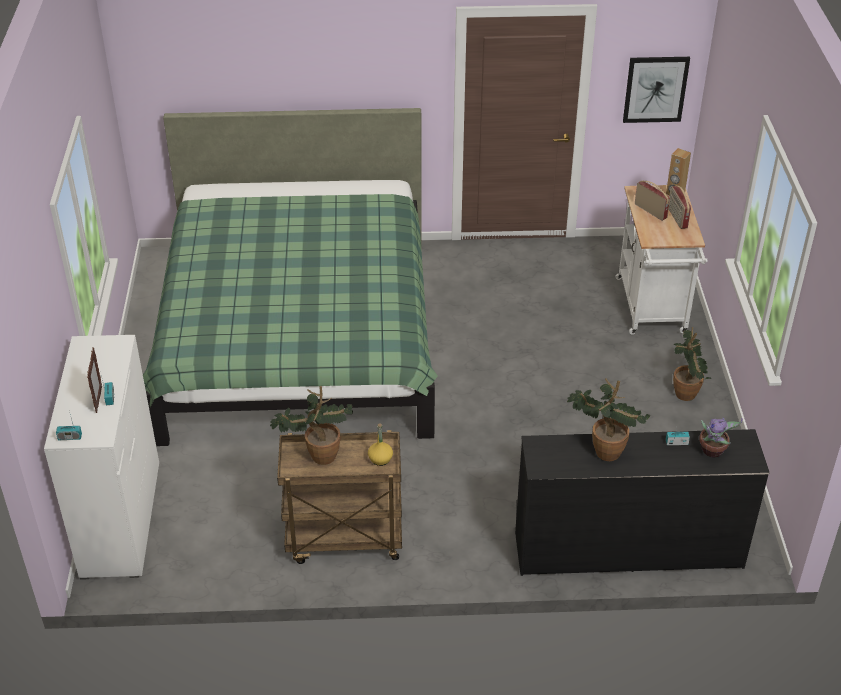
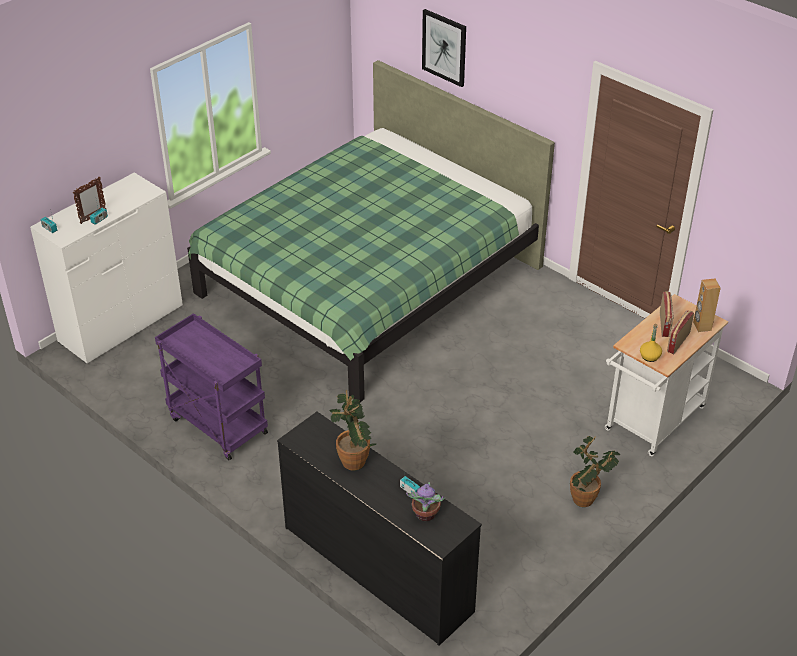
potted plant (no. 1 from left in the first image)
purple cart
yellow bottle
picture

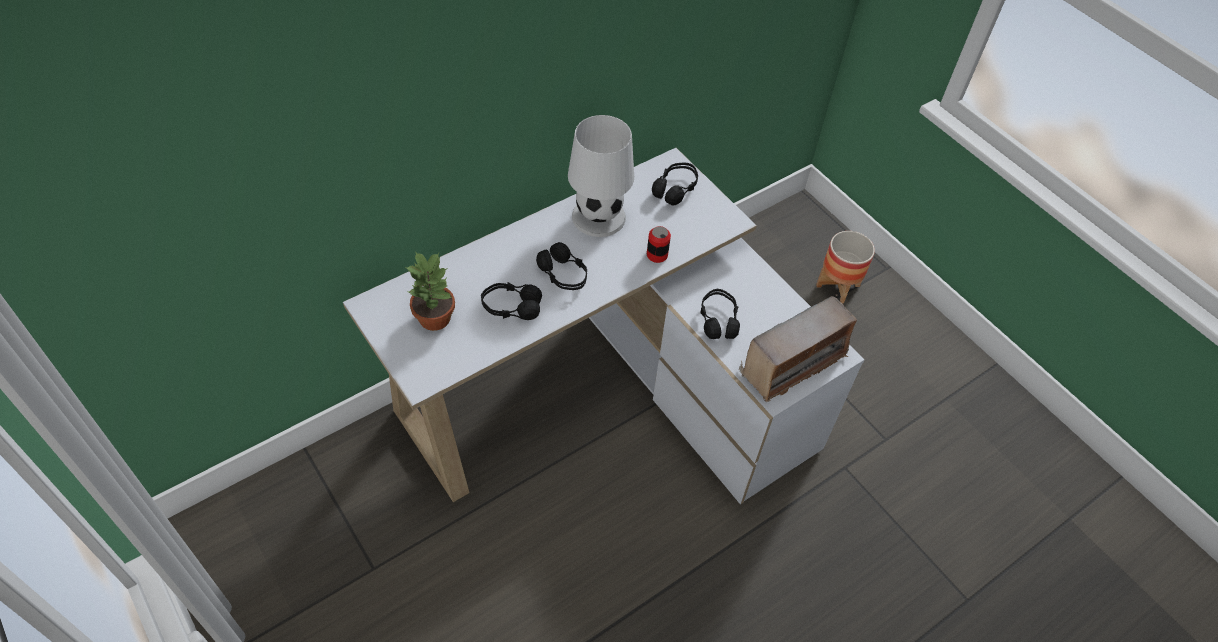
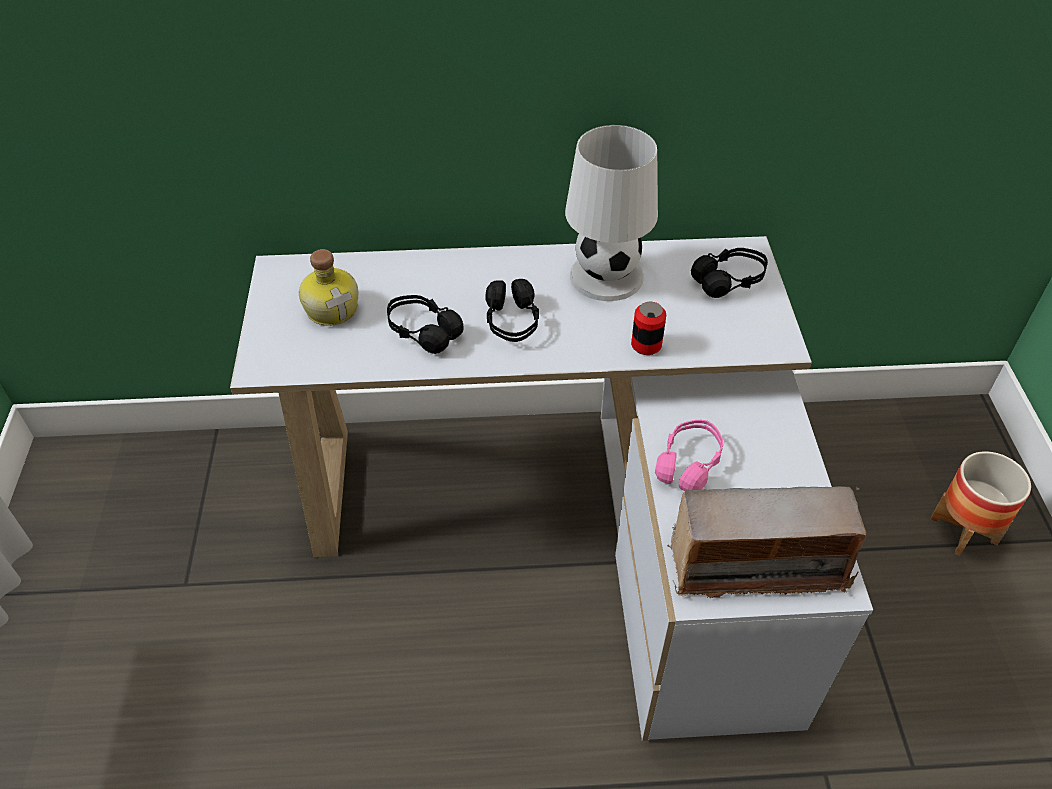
bottle
pink headphones

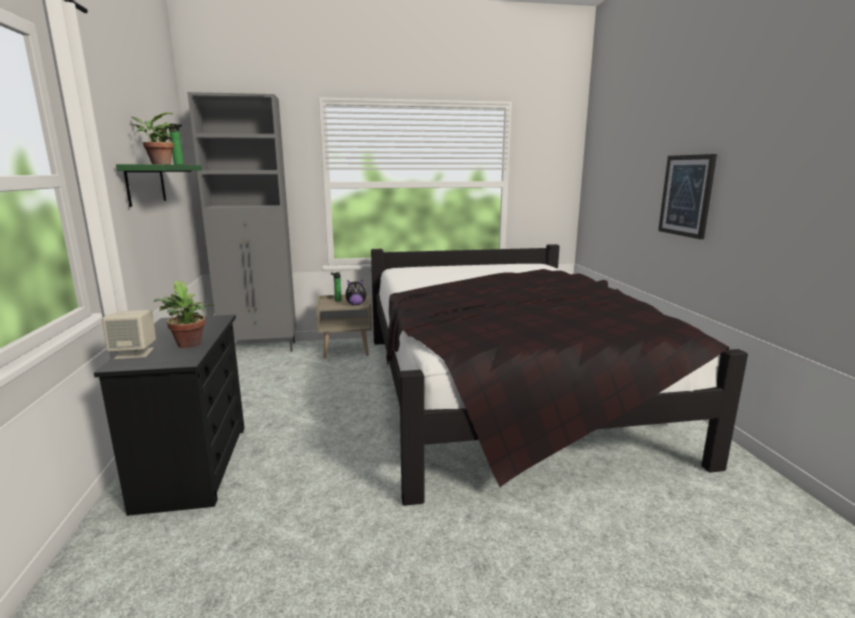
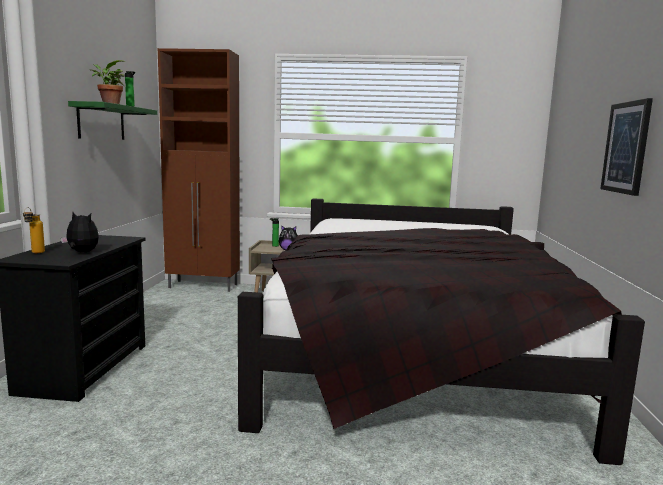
bottle (no. 1 from left)
plush toy (no. 1 from left)
brown cabinet

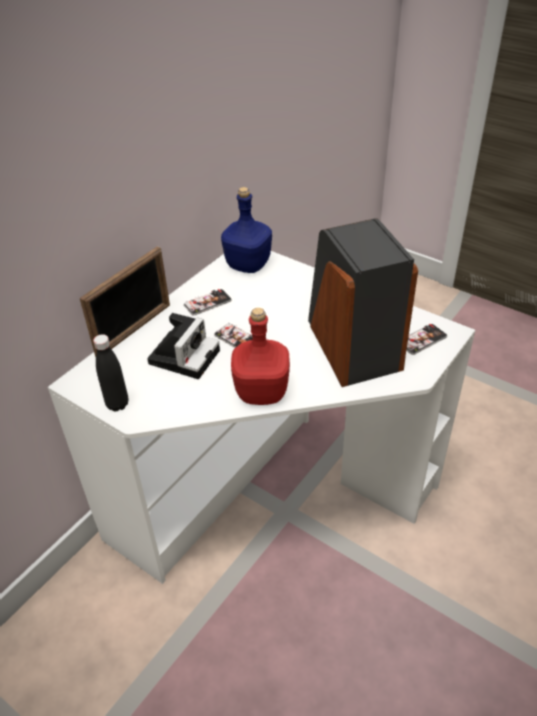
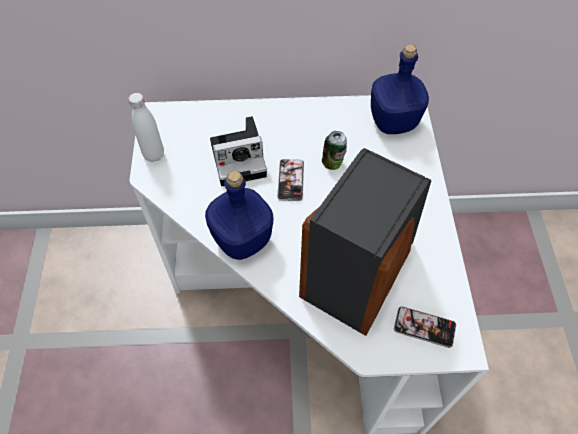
picture frame
white bottle
phone (no. 1 from left in the first image)
blue bottle (no. 1 from left)
can

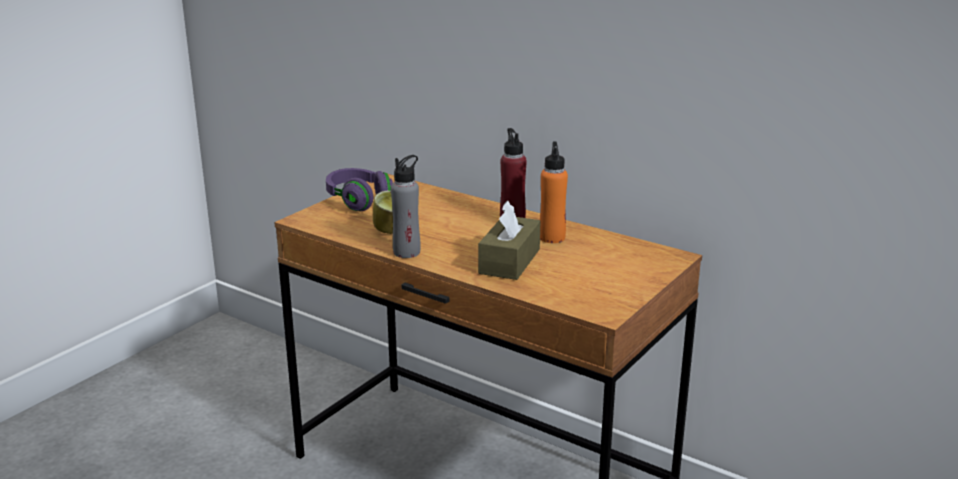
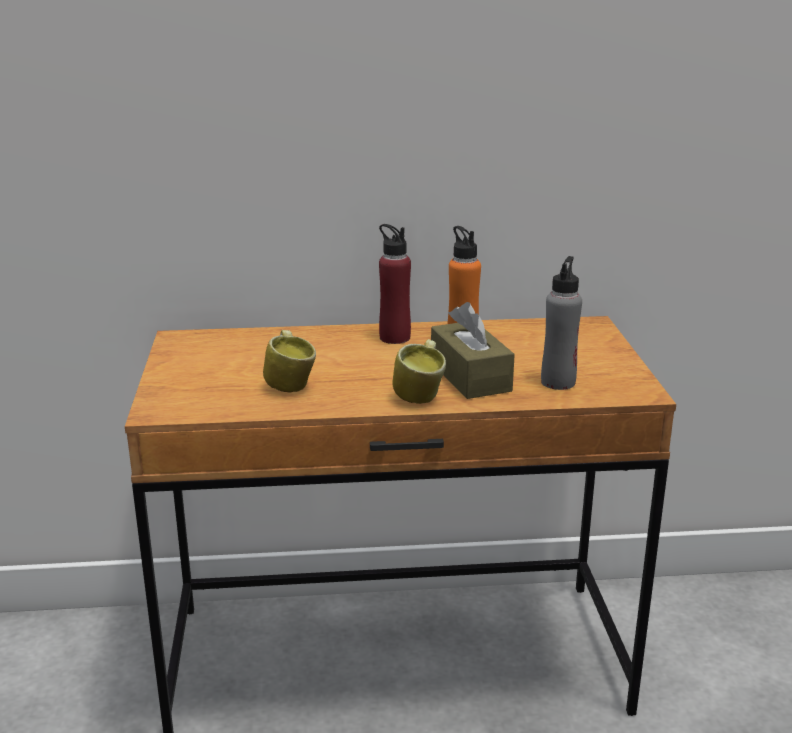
purple headphones
grey bottle
mug (no. 2 from left)

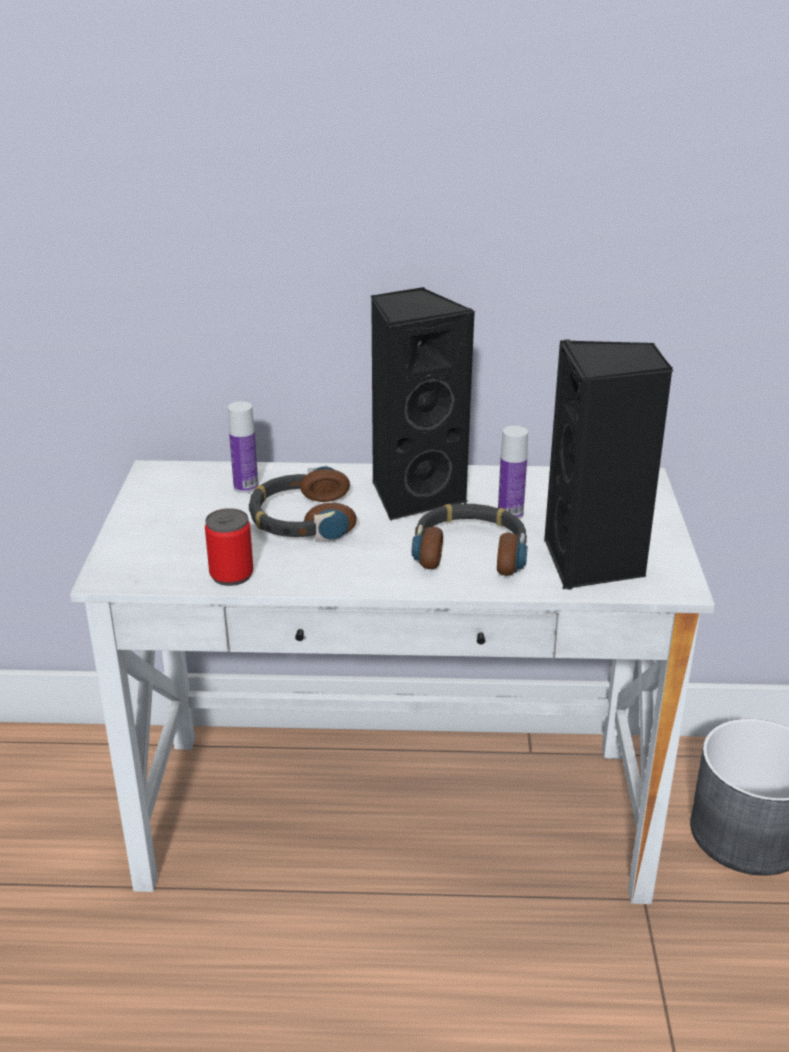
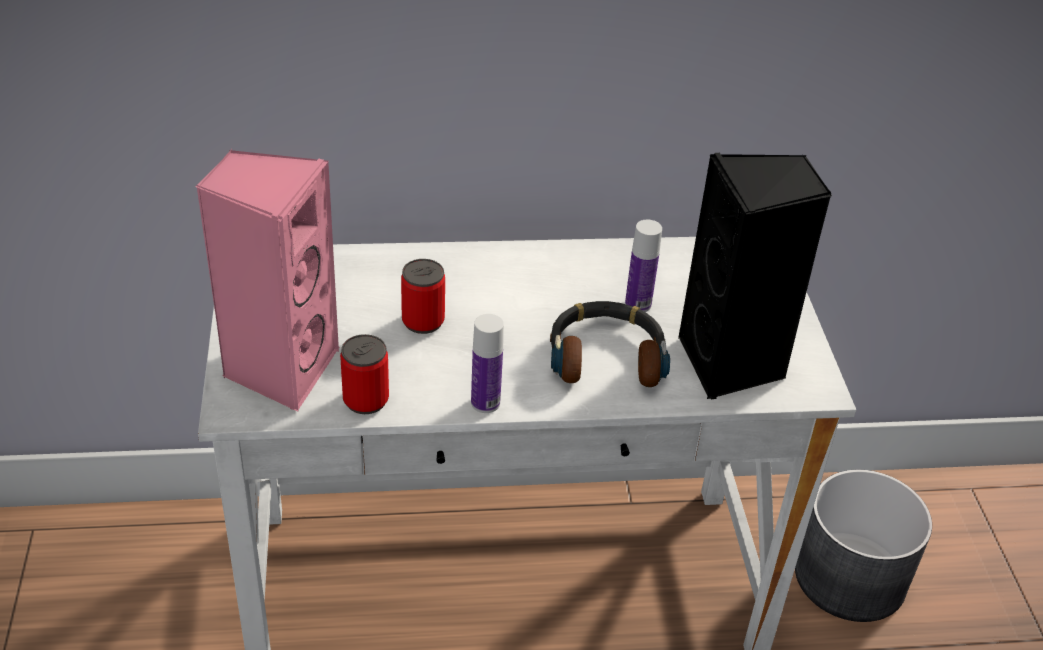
bottle (no. 1 from left)
can (no. 2 from left)
black speaker (no. 1 from left in the first image)
pink speaker

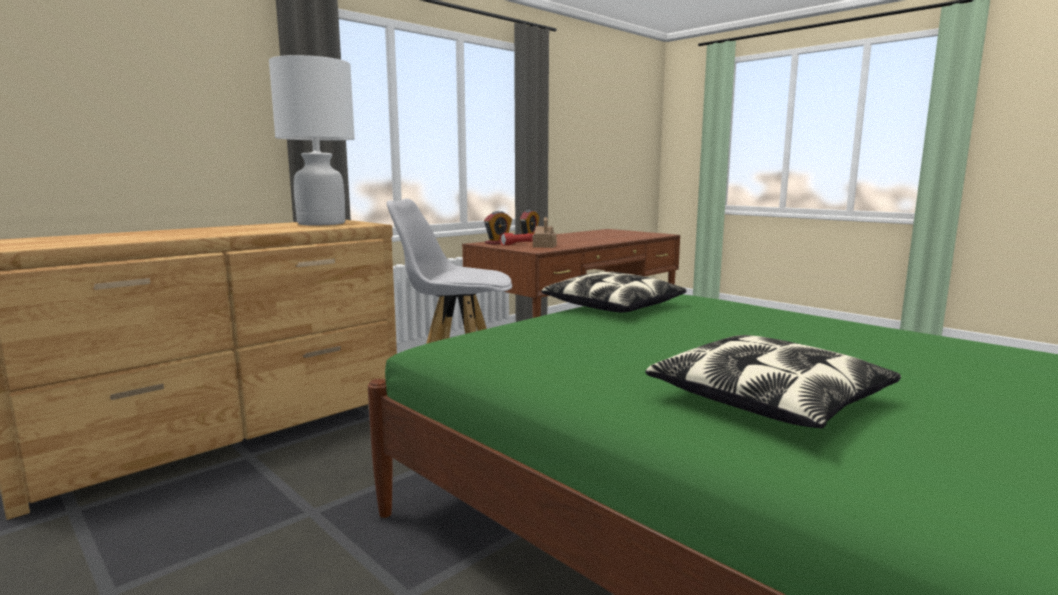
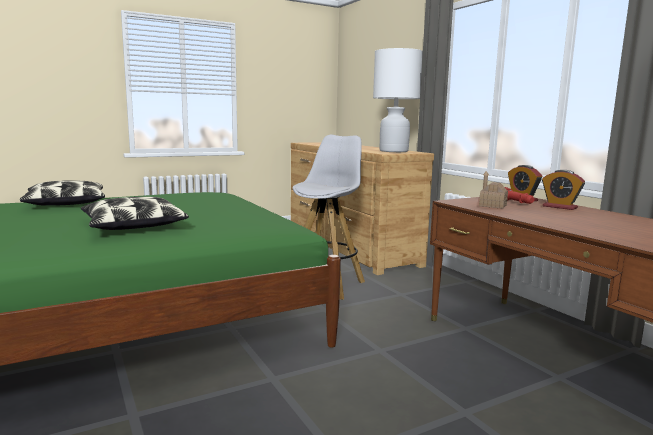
pillow (no. 2 from left)

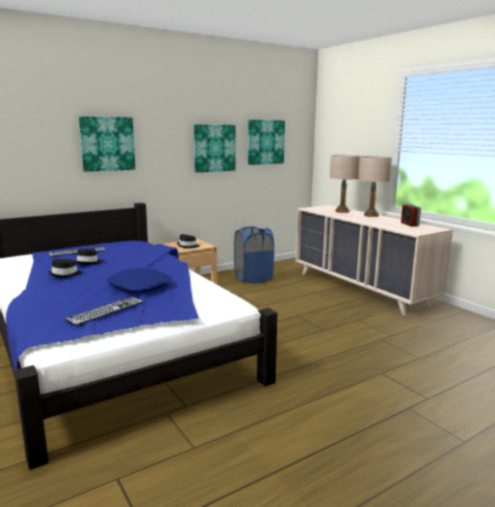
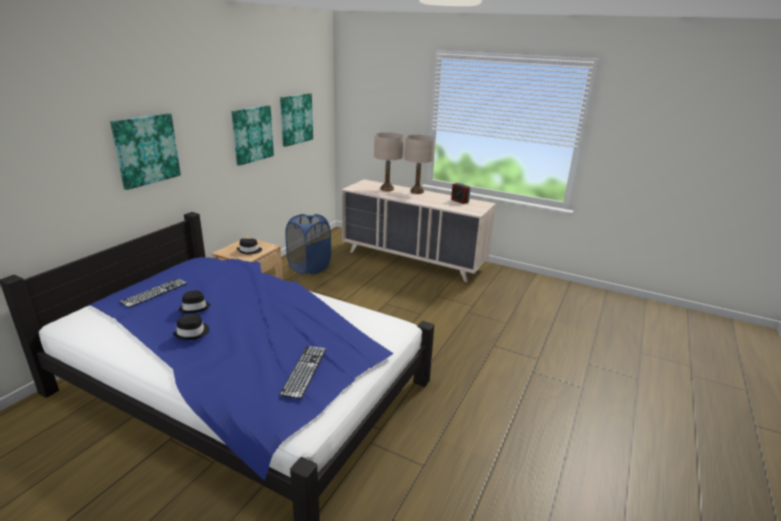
blue pillow

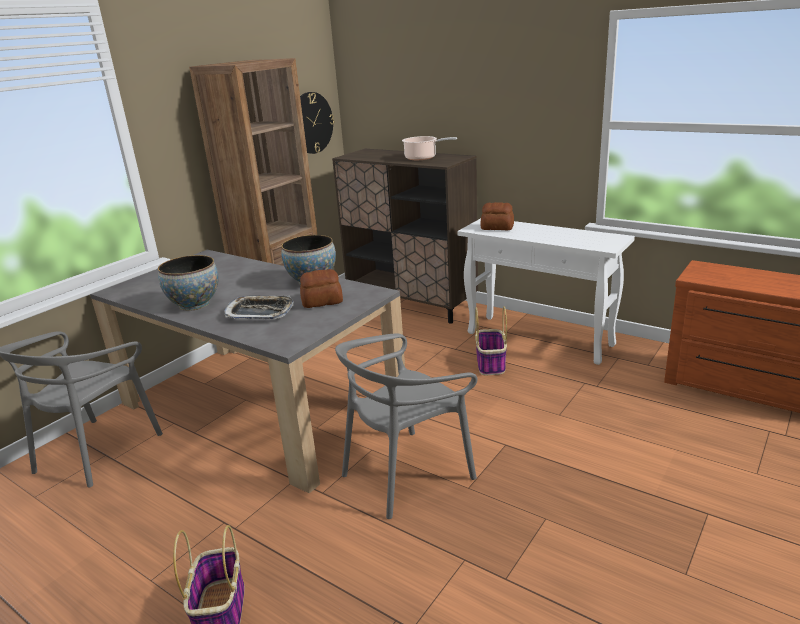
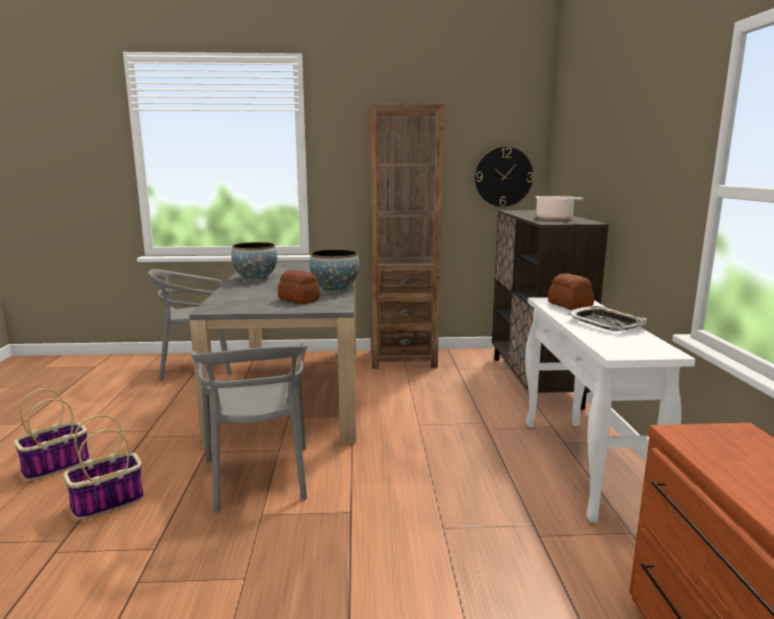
tray
grey chair (no. 2 from left)
basket (no. 2 from left)

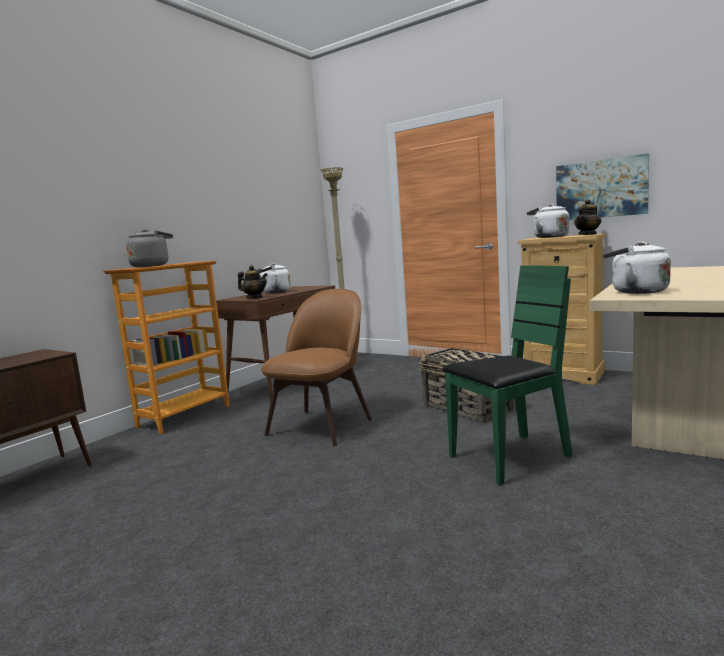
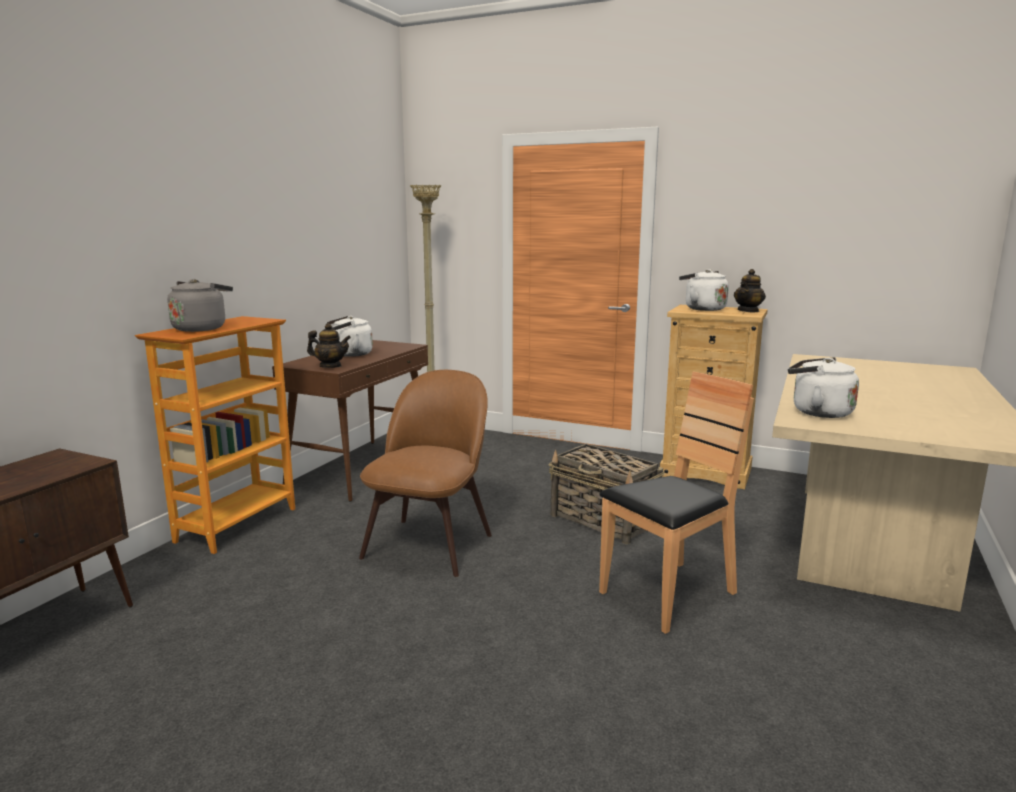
brown chair (no. 2 from left)
picture

